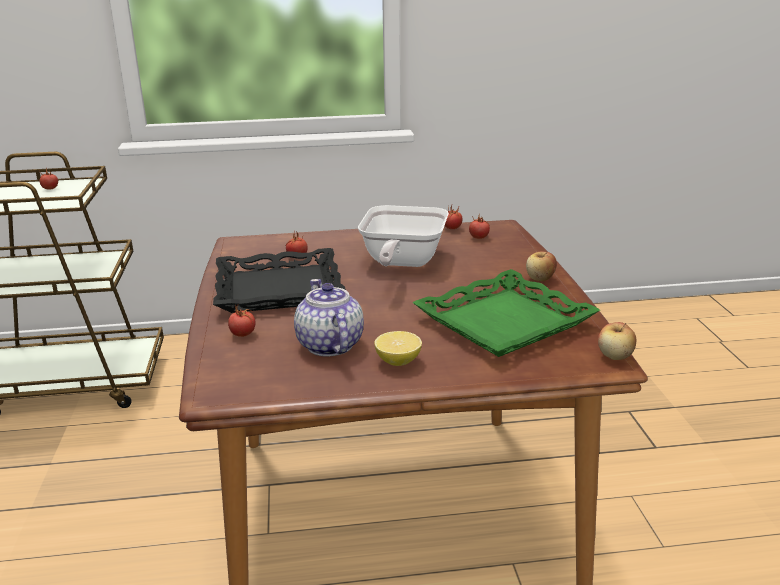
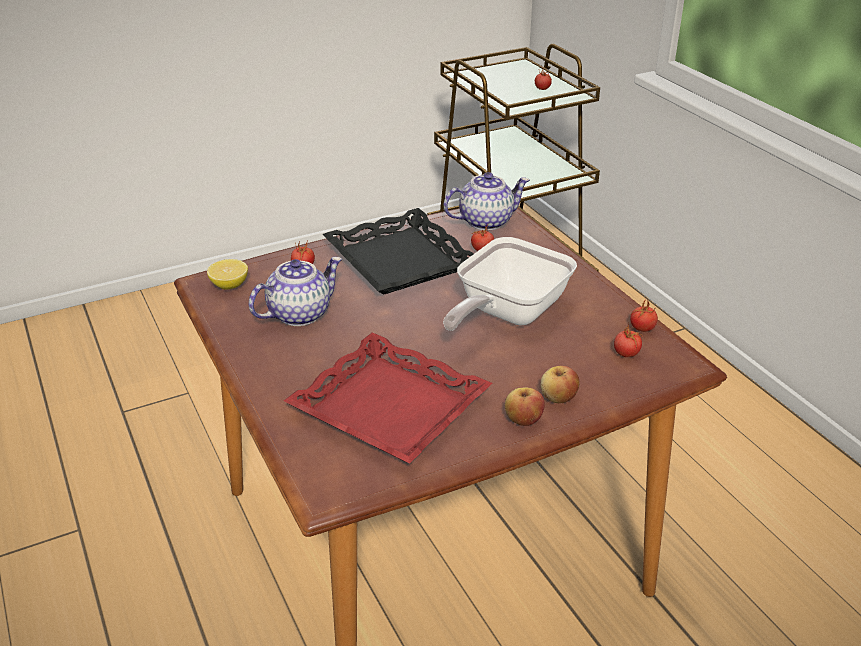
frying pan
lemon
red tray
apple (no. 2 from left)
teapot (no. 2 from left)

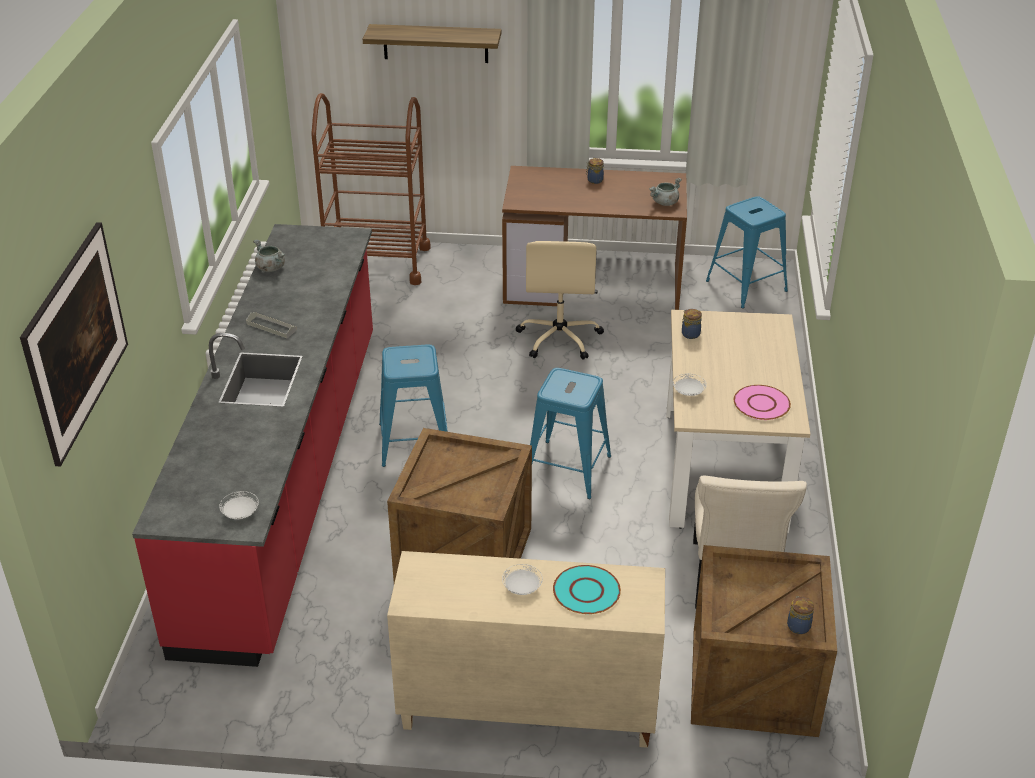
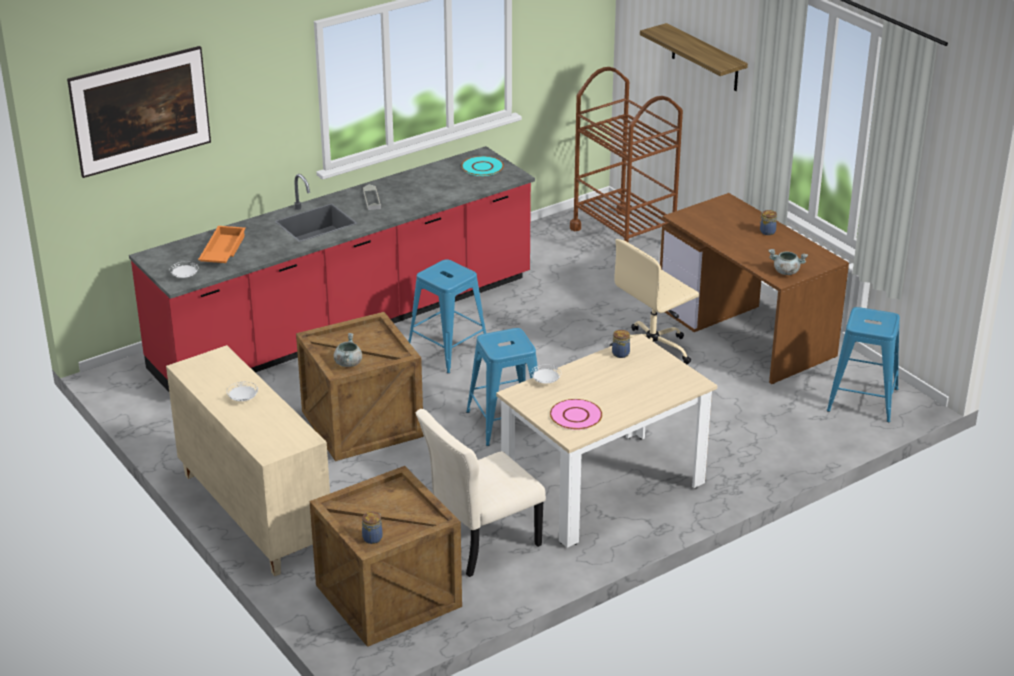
grey cooking pot (no. 1 from left)
turquoise plate
orange tray

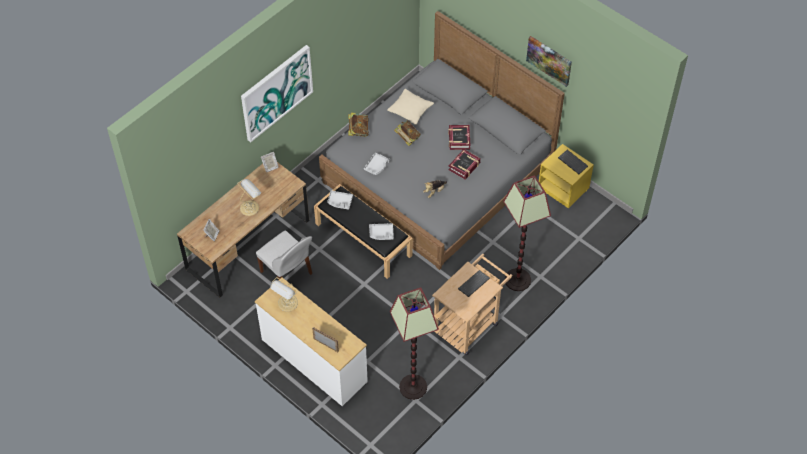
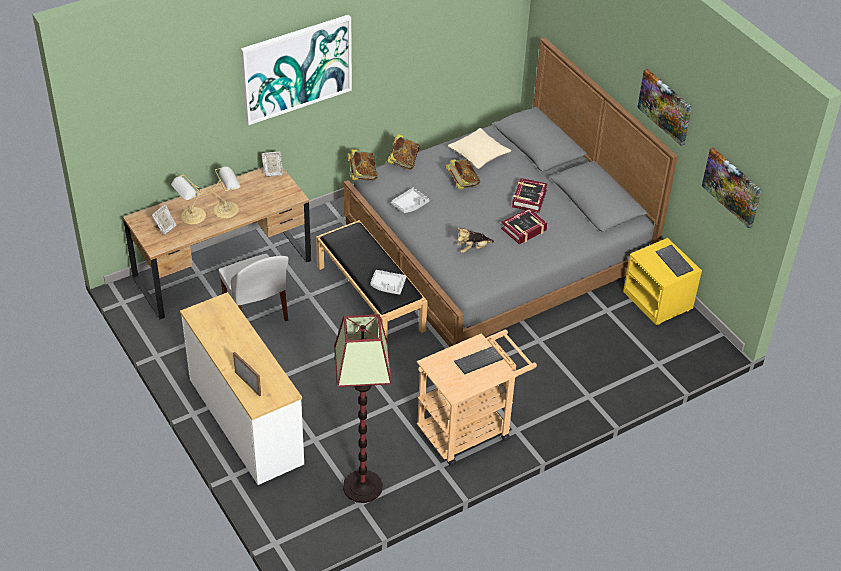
table lamp (no. 1 from left)
grey tray (no. 1 from left in the first image)
floor lamp (no. 2 from left in the first image)
book (no. 1 from left)
picture (no. 3 from left)

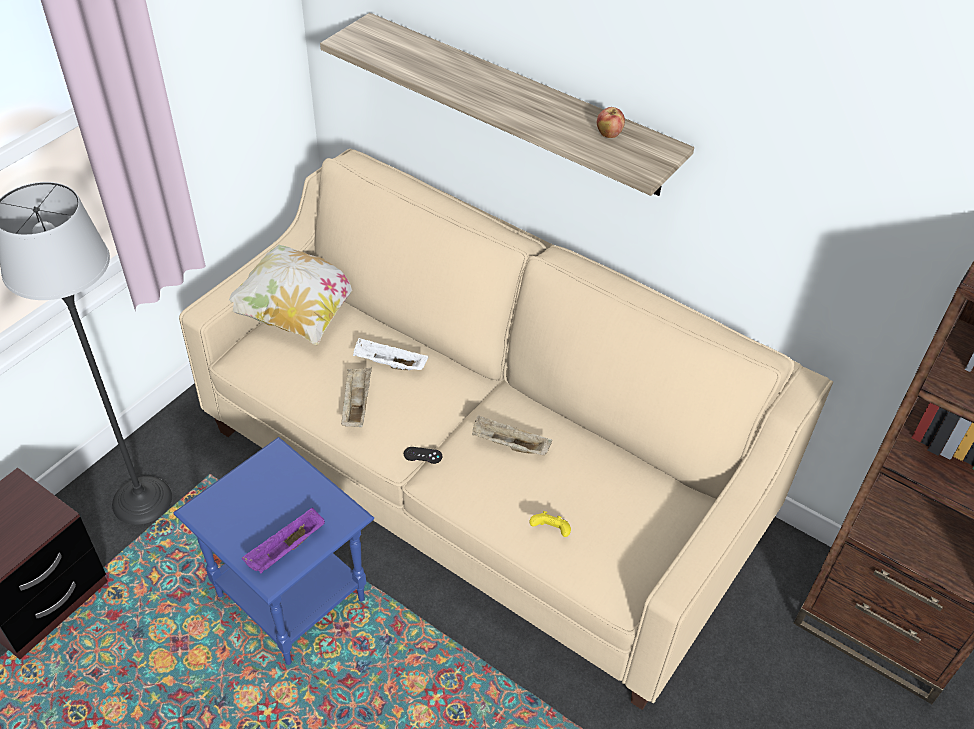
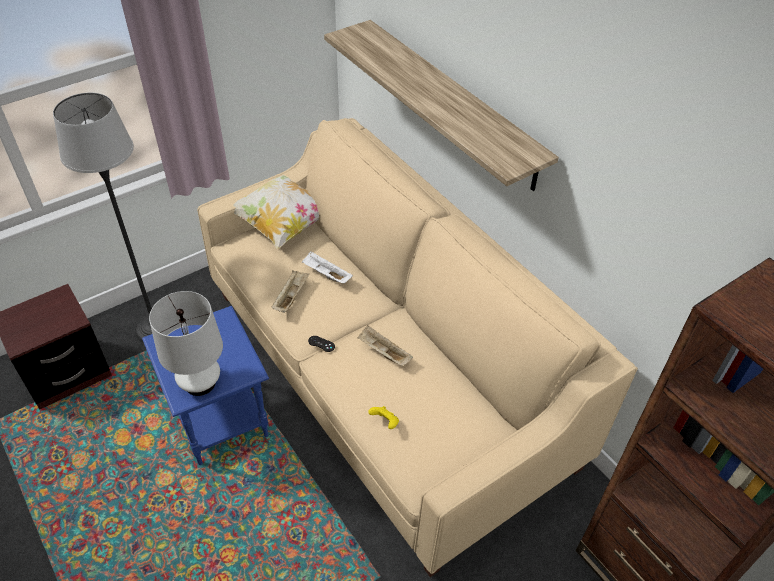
white table lamp
apple

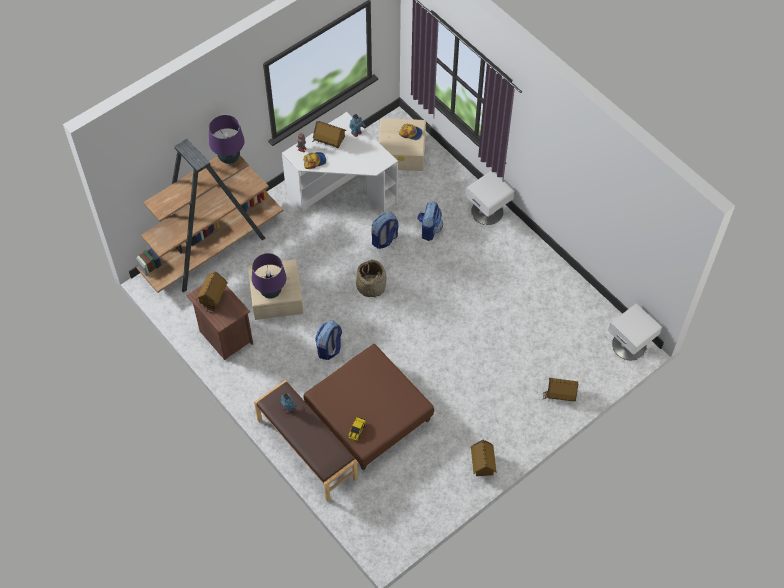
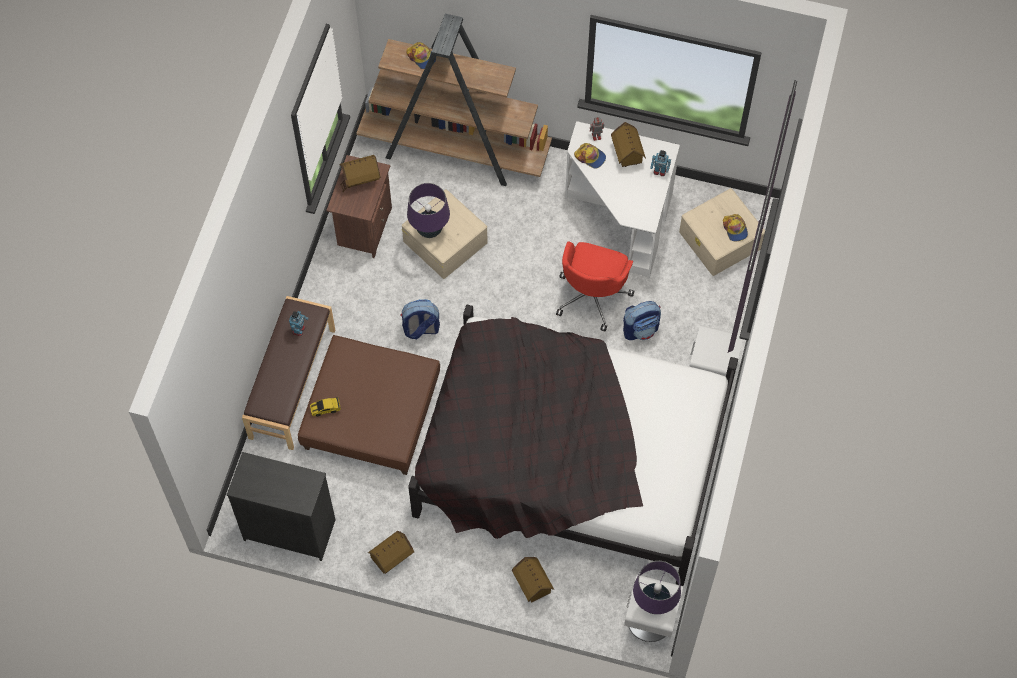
purple table lamp (no. 2 from left)
basket
red office chair
black dresser
cap (no. 1 from left)
black bed

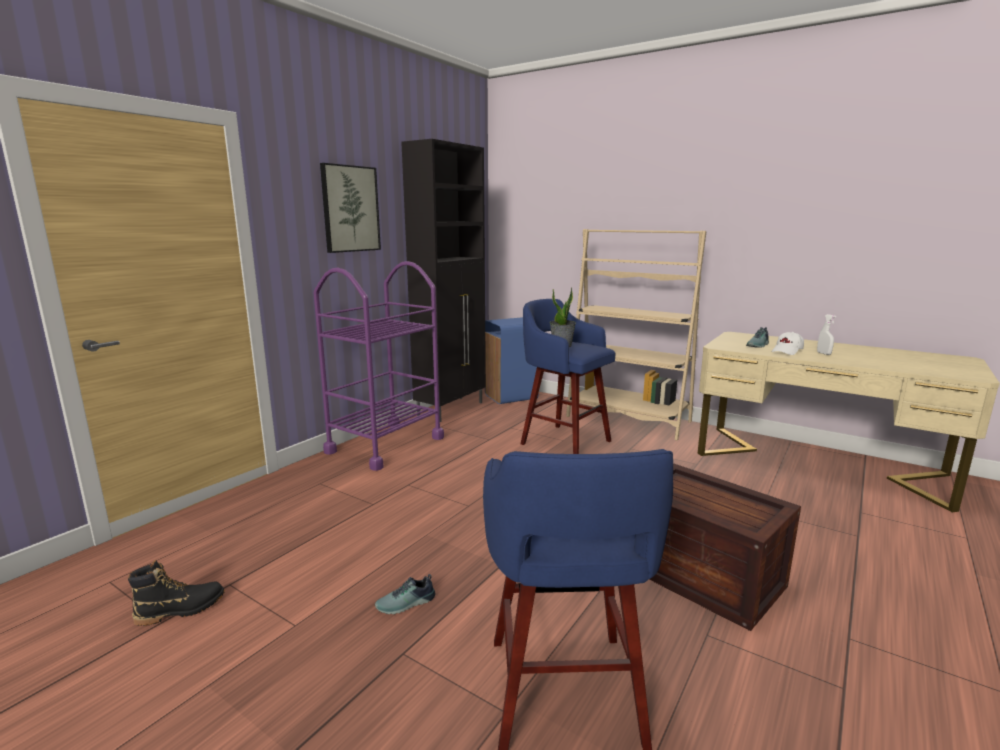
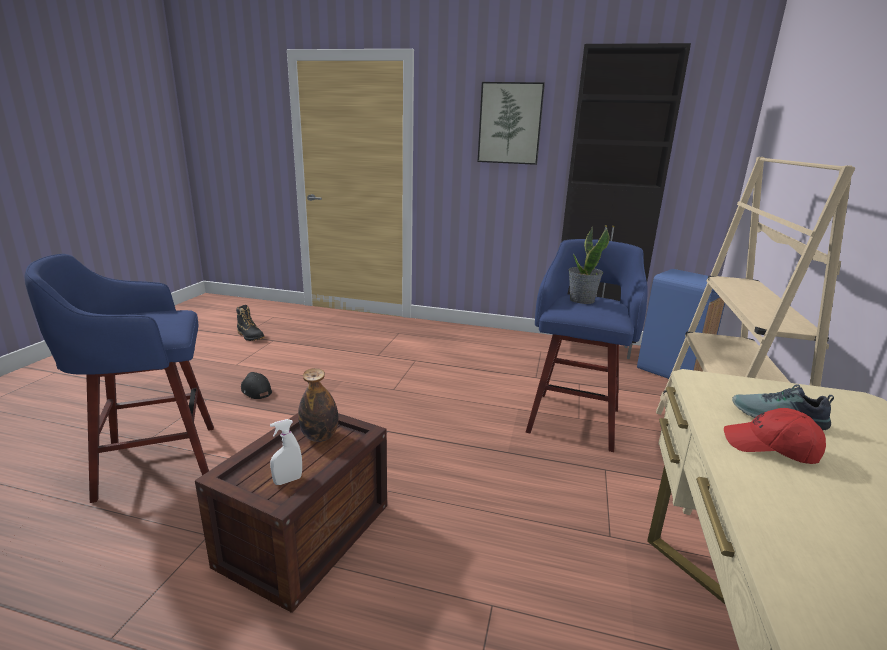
purple cart
black cap
red cap
white spray bottle
bottle

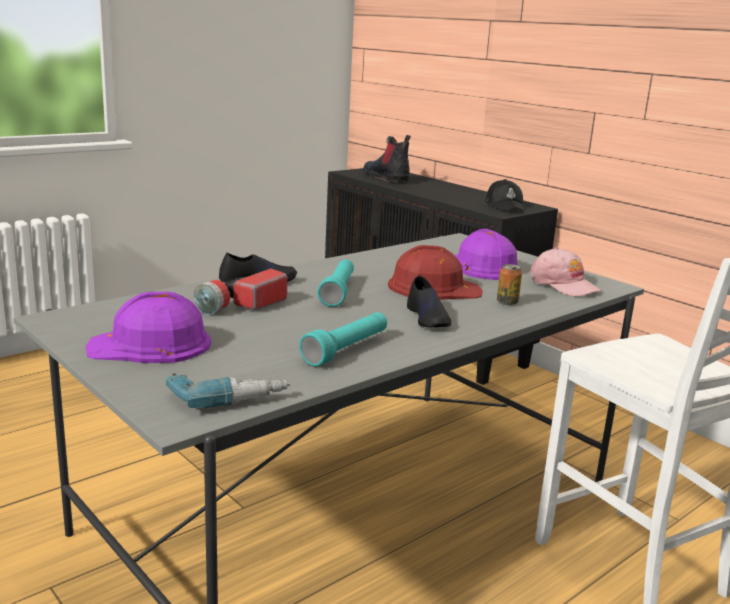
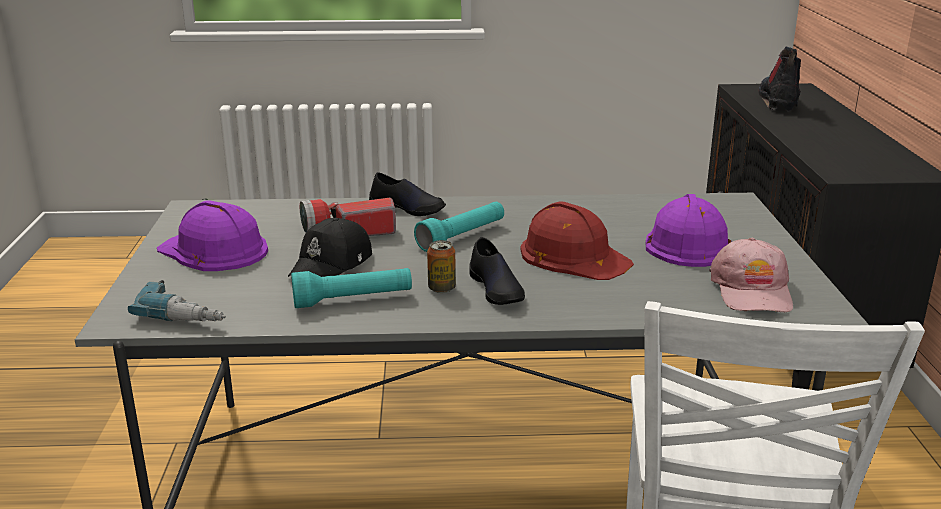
black shoe (no. 2 from left)
black cap
can

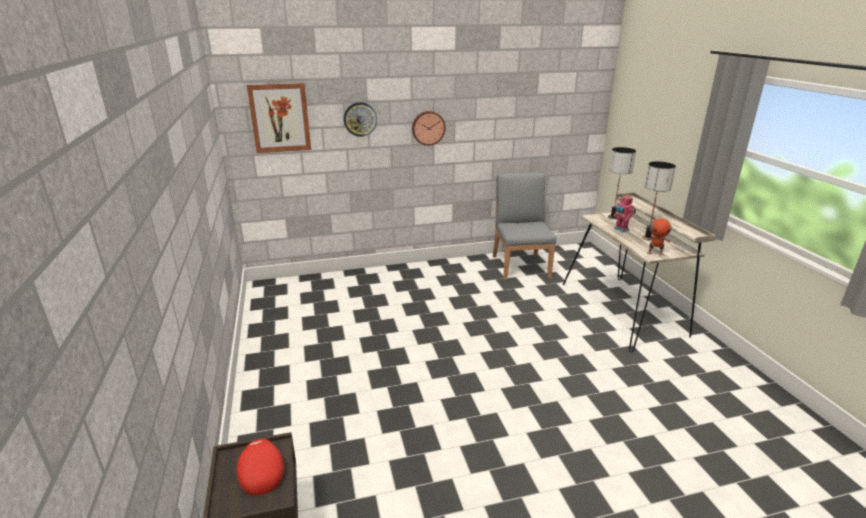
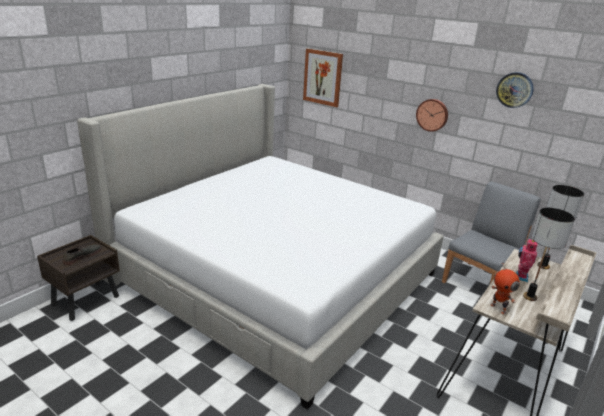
grey shoe
wall clock (no. 2 from left)
bed

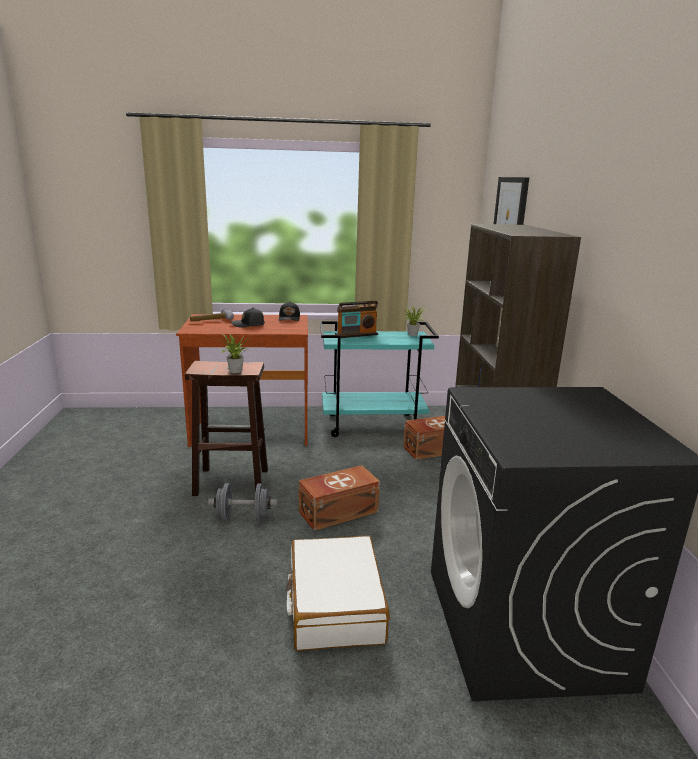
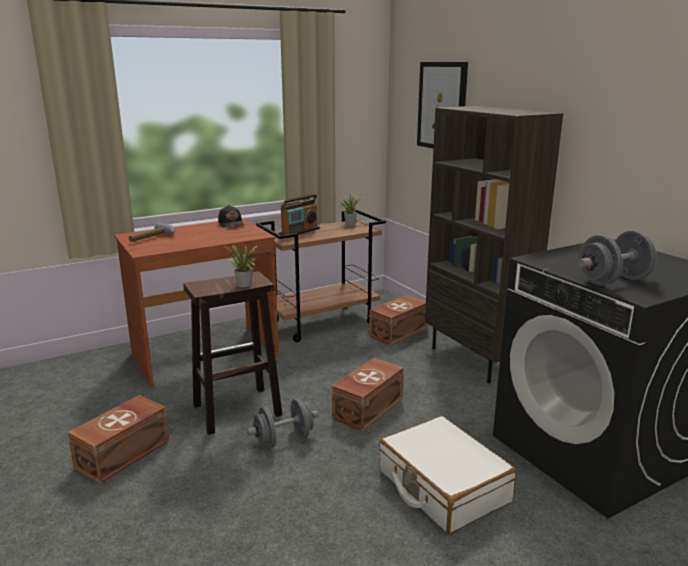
black cap (no. 1 from left in the first image)
brown cart
brown storage box (no. 1 from left)
grey dumbbell (no. 2 from left)

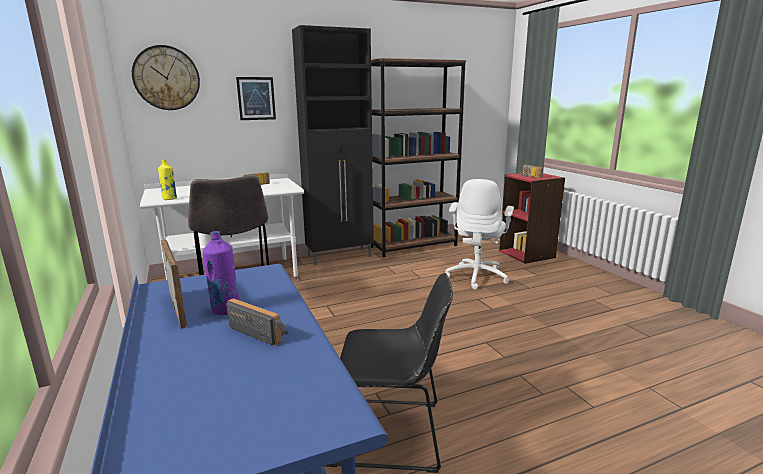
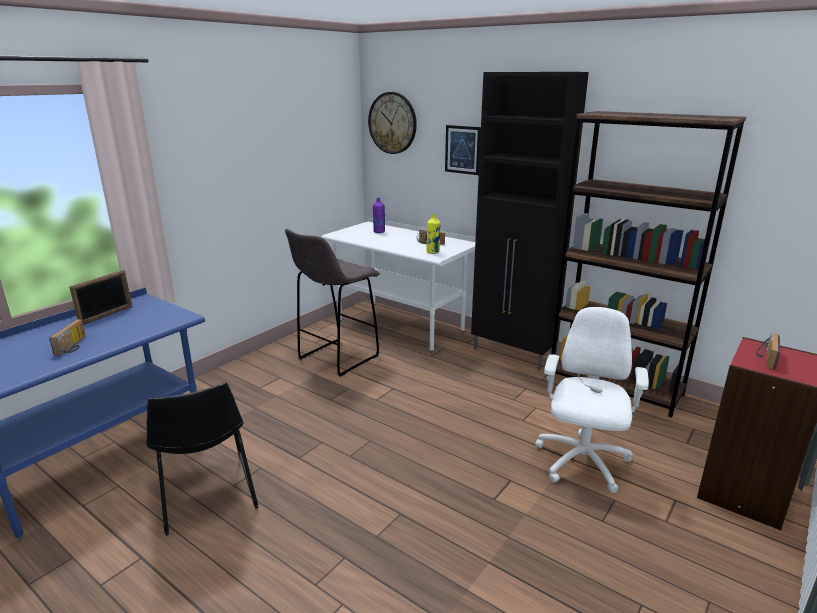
yellow bottle
purple bottle
white office chair

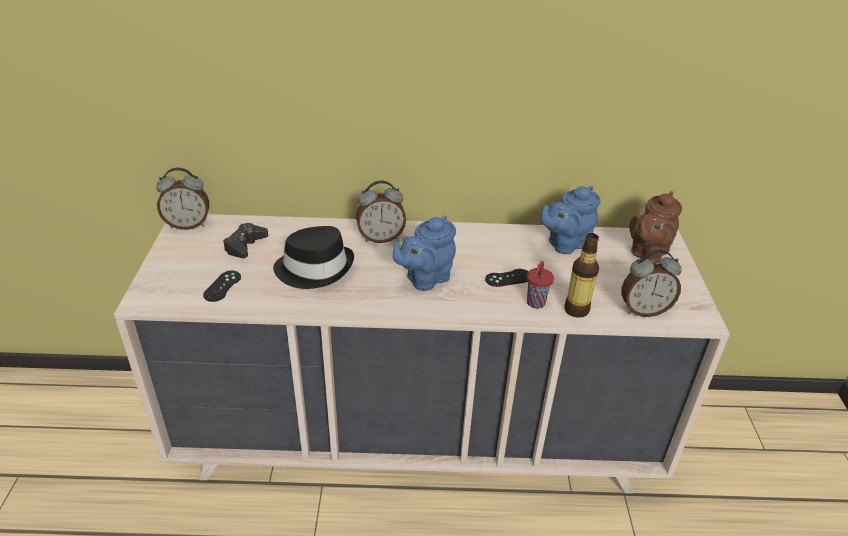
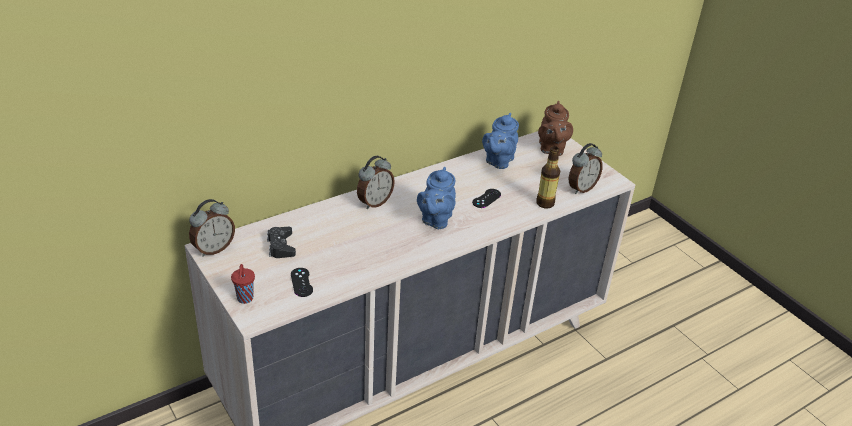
black hat
red cup

